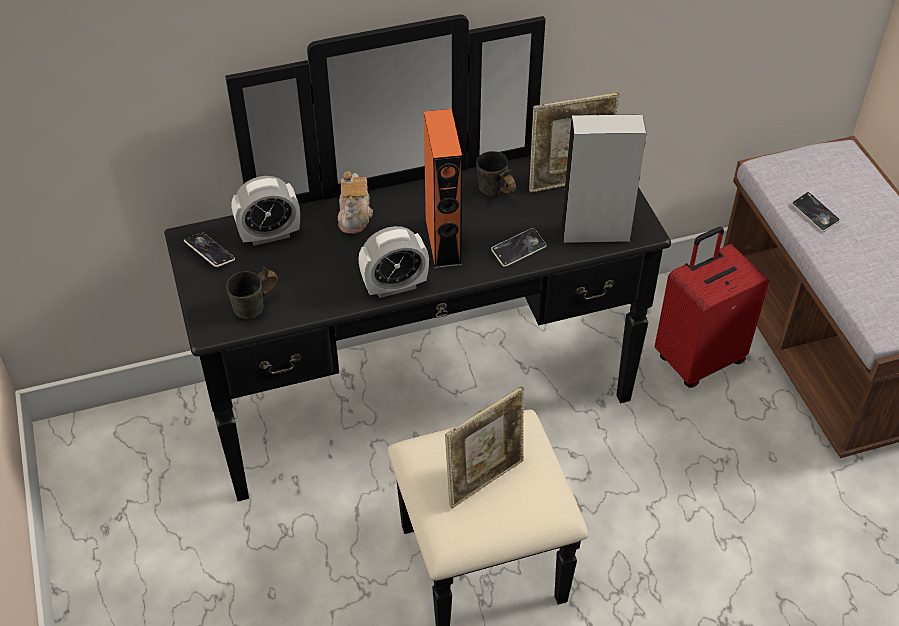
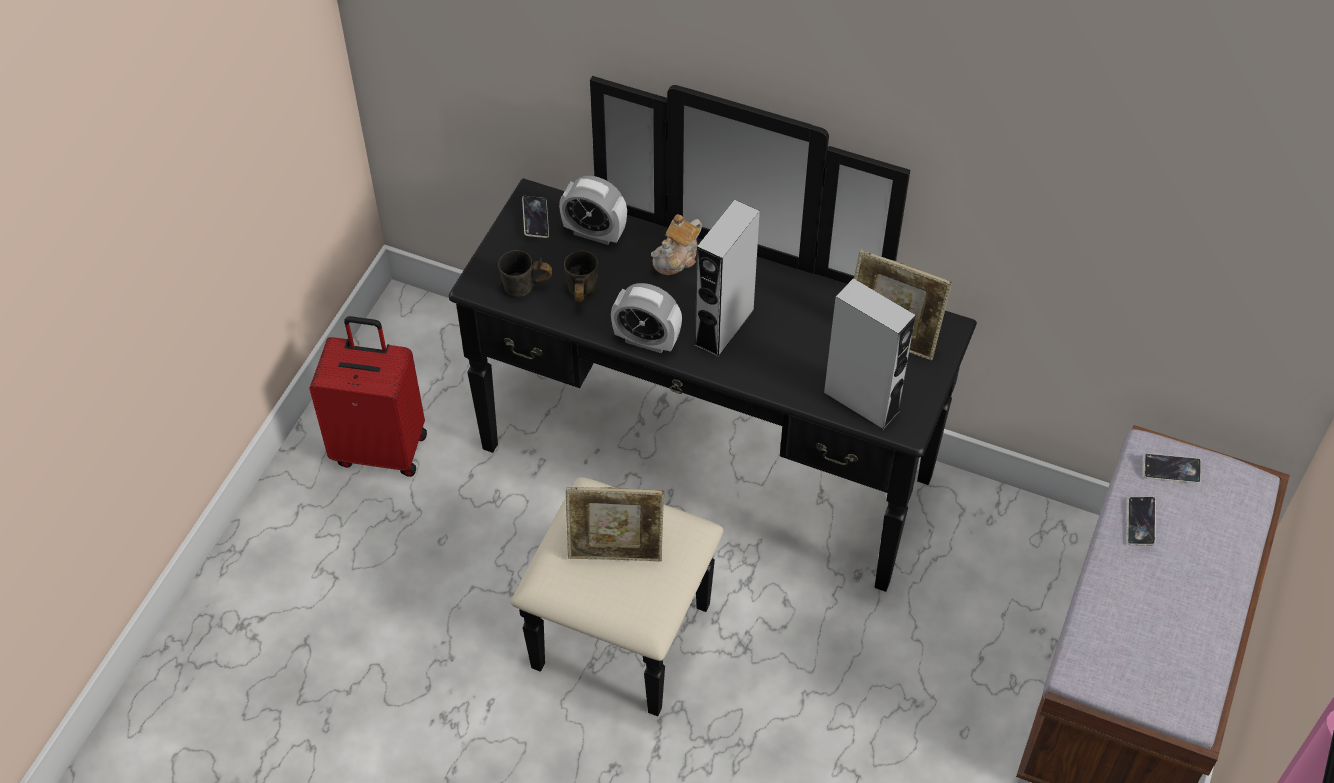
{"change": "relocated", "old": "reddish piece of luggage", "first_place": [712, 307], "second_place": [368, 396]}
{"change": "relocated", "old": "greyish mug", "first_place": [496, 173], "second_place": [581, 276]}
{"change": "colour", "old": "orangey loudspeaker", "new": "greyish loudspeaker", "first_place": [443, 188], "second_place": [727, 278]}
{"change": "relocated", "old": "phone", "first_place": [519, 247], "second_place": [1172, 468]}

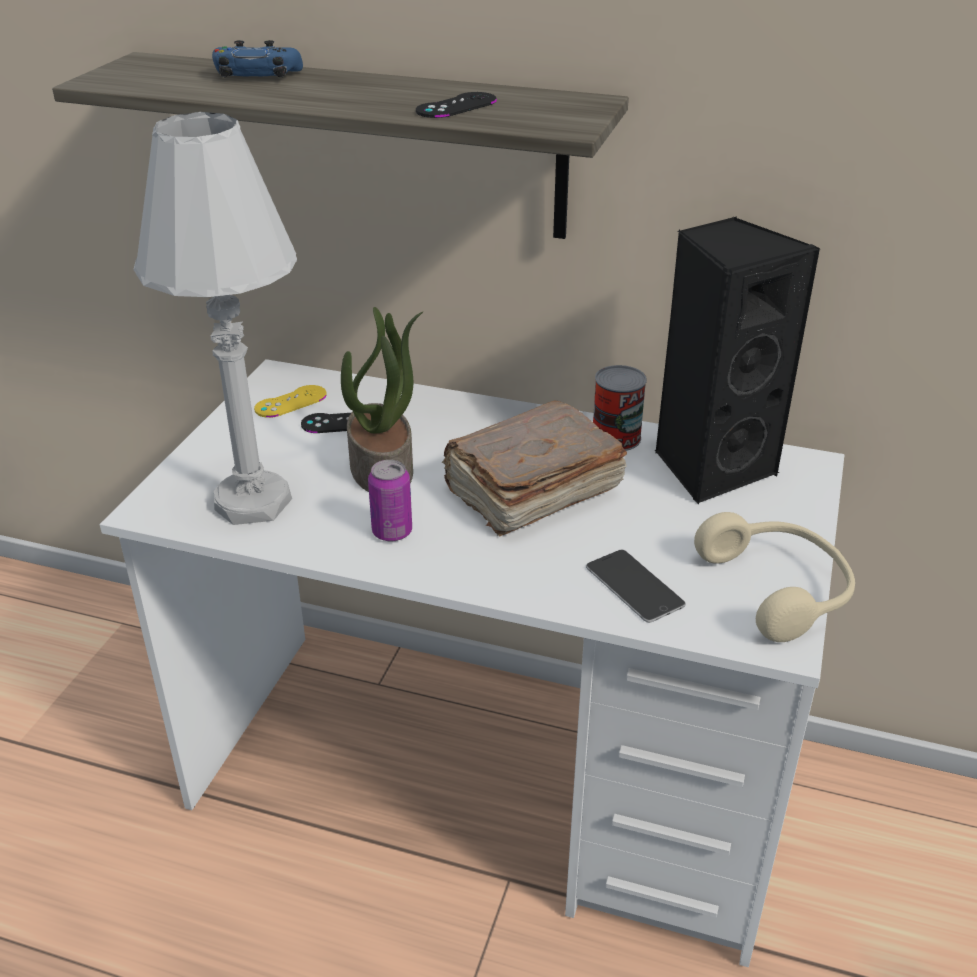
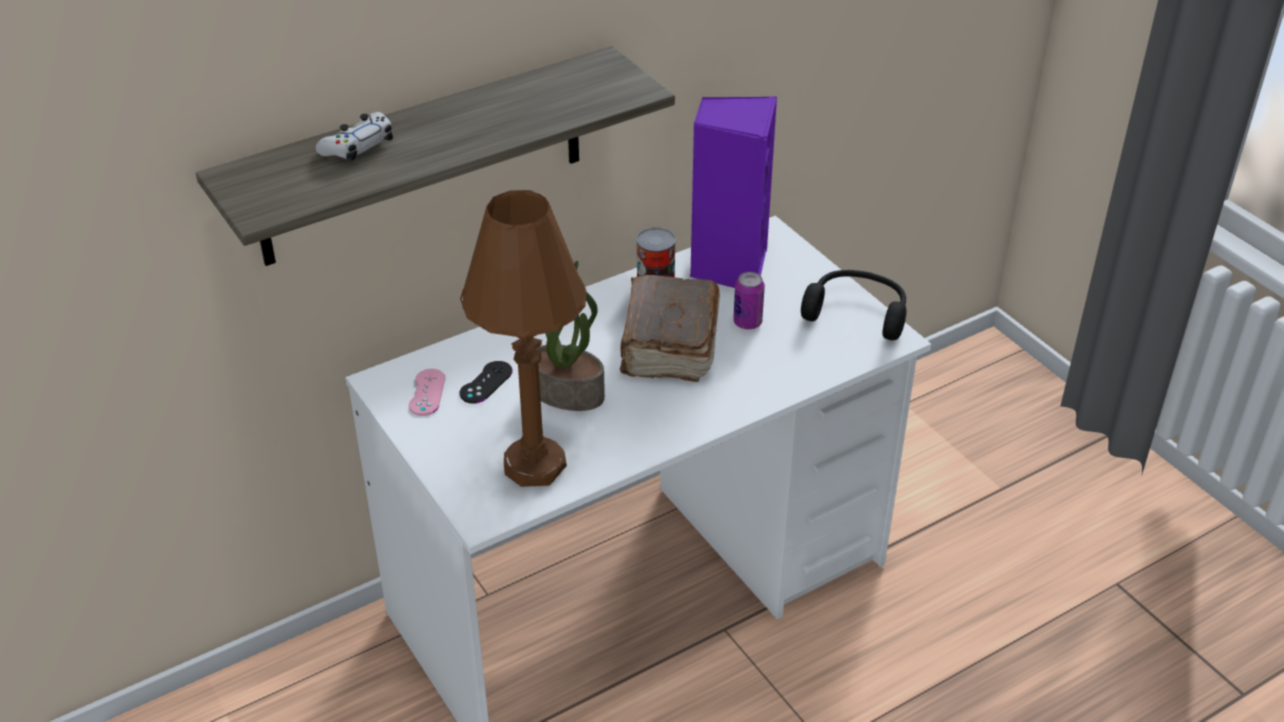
{"change": "colour", "old": "bluish game controller", "new": "white-coloured game controller", "first_place": [257, 59], "second_place": [354, 136]}
{"change": "colour", "old": "yellow-coloured game controller", "new": "pink game controller", "first_place": [290, 401], "second_place": [427, 392]}
{"change": "colour", "old": "white-coloured tabletop lamp", "new": "brownish tabletop lamp", "first_place": [215, 318], "second_place": [523, 338]}
{"change": "colour", "old": "black-coloured loudspeaker", "new": "purple-coloured loudspeaker", "first_place": [737, 360], "second_place": [733, 192]}
{"change": "relocated", "old": "metal can", "first_place": [390, 501], "second_place": [749, 301]}
{"change": "colour", "old": "sand-coloured pair of headphones", "new": "black-coloured pair of headphones", "first_place": [774, 577], "second_place": [853, 305]}
{"change": "missing", "old": "black-coloured game controller", "first_place": [456, 105]}
{"change": "missing", "old": "phone", "first_place": [636, 586]}

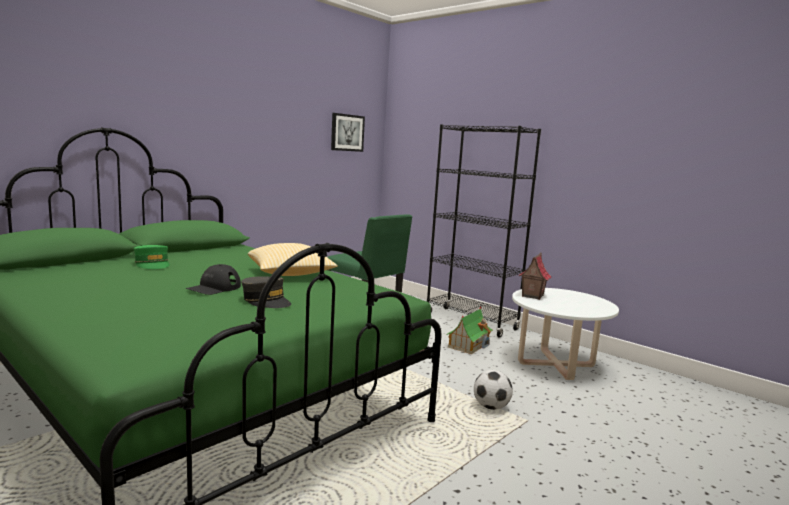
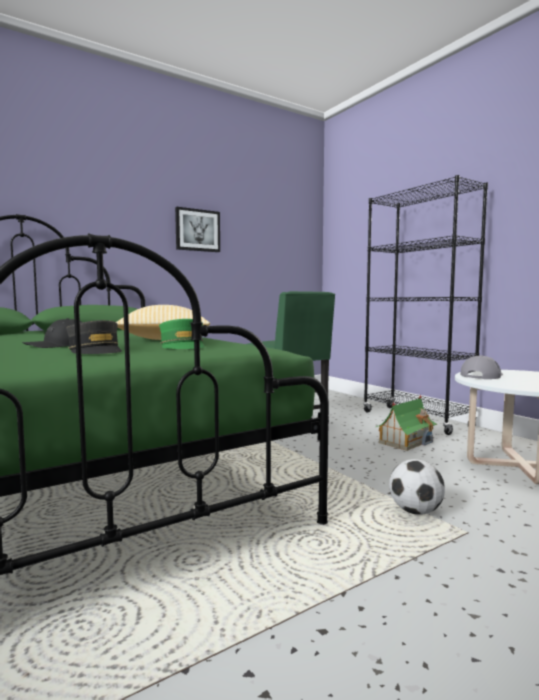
{"change": "relocated", "old": "greenish cap", "first_place": [152, 257], "second_place": [182, 334]}
{"change": "relocated", "old": "picture", "first_place": [348, 132], "second_place": [197, 229]}
{"change": "exchanged", "old": "toy house", "new": "greyish cap", "first_place": [534, 276], "second_place": [482, 367]}

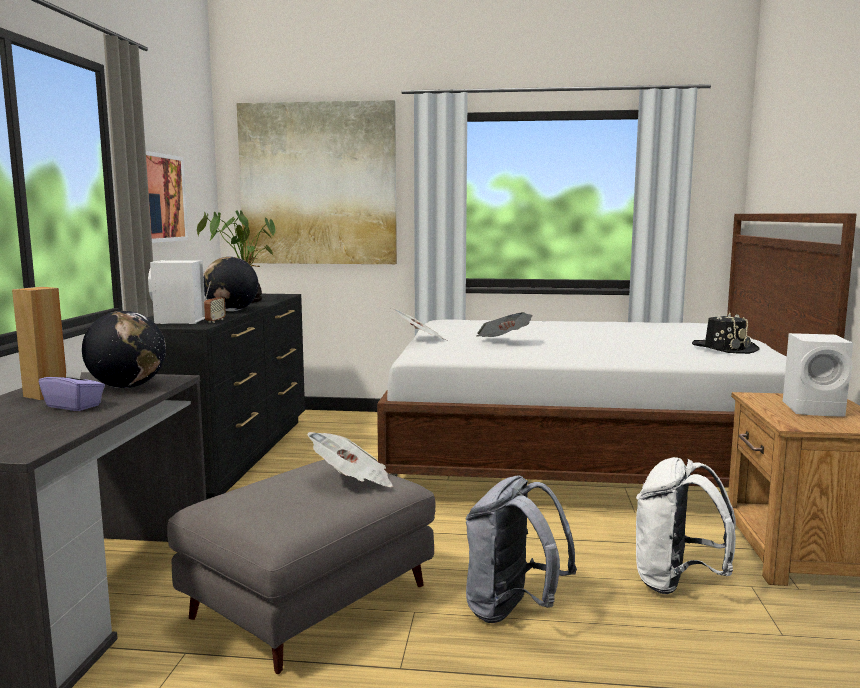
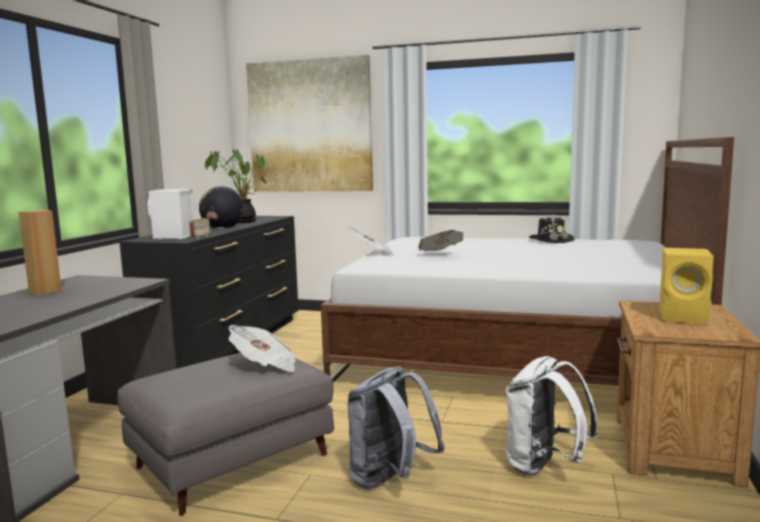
{"change": "relocated", "old": "black-coloured wearable hat", "first_place": [726, 333], "second_place": [552, 228]}
{"change": "colour", "old": "white-coloured loudspeaker", "new": "yellow-coloured loudspeaker", "first_place": [818, 374], "second_place": [686, 286]}
{"change": "missing", "old": "purple-coloured tissue holder", "first_place": [72, 387]}
{"change": "missing", "old": "desk globe", "first_place": [124, 349]}
{"change": "missing", "old": "picture", "first_place": [167, 197]}

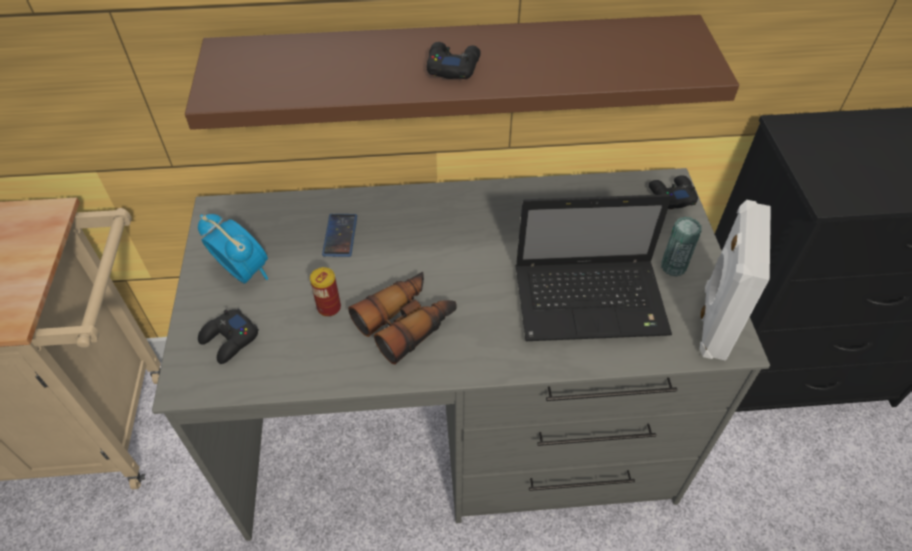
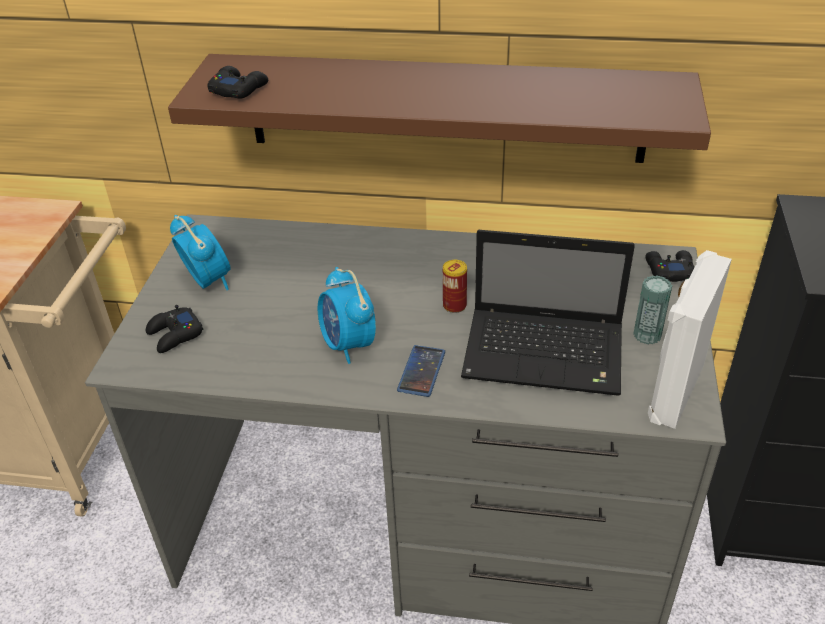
{"change": "relocated", "old": "black-coloured game controller", "first_place": [454, 60], "second_place": [238, 82]}
{"change": "exchanged", "old": "binoculars", "new": "table clock", "first_place": [402, 318], "second_place": [347, 315]}
{"change": "relocated", "old": "phone", "first_place": [339, 235], "second_place": [421, 371]}
{"change": "relocated", "old": "metal can", "first_place": [325, 292], "second_place": [455, 286]}

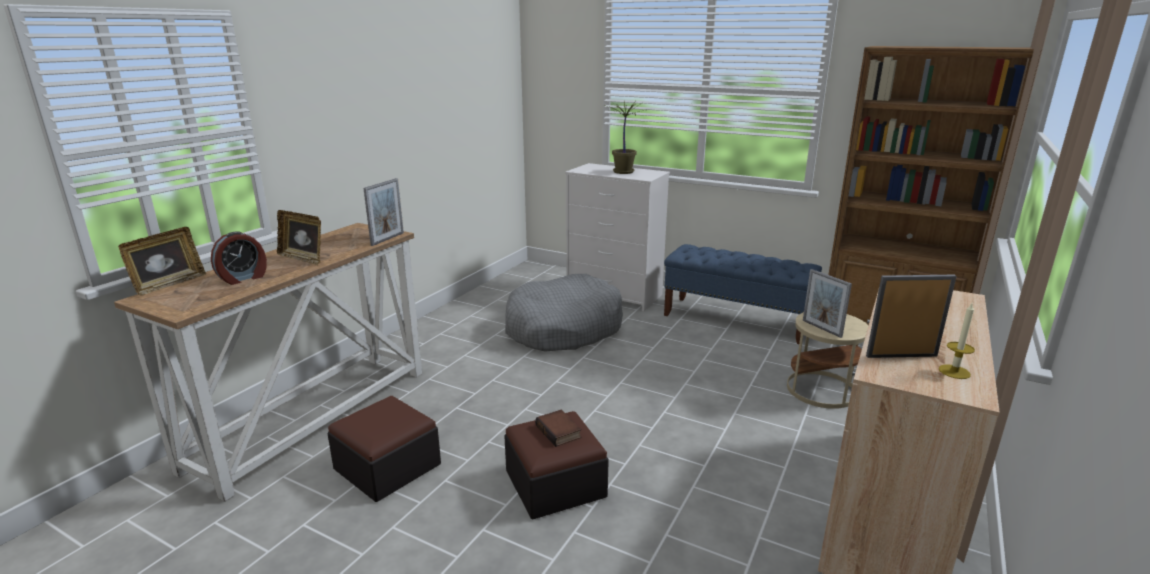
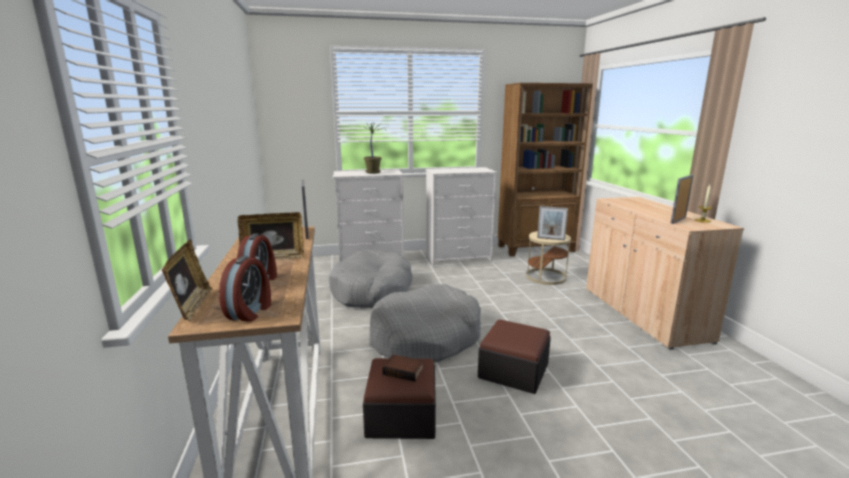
{"change": "appeared", "new": "table clock", "second_place": [245, 289]}
{"change": "appeared", "new": "greyish pet bed", "second_place": [425, 323]}
{"change": "relocated", "old": "volume", "first_place": [558, 428], "second_place": [403, 368]}
{"change": "exchanged", "old": "bluish bench", "new": "white-coloured dresser", "first_place": [743, 294], "second_place": [461, 216]}

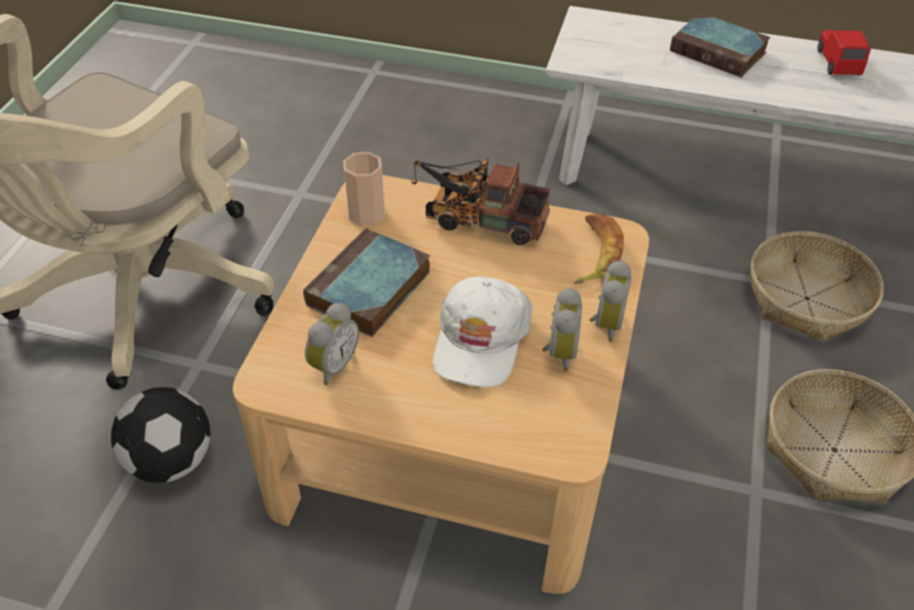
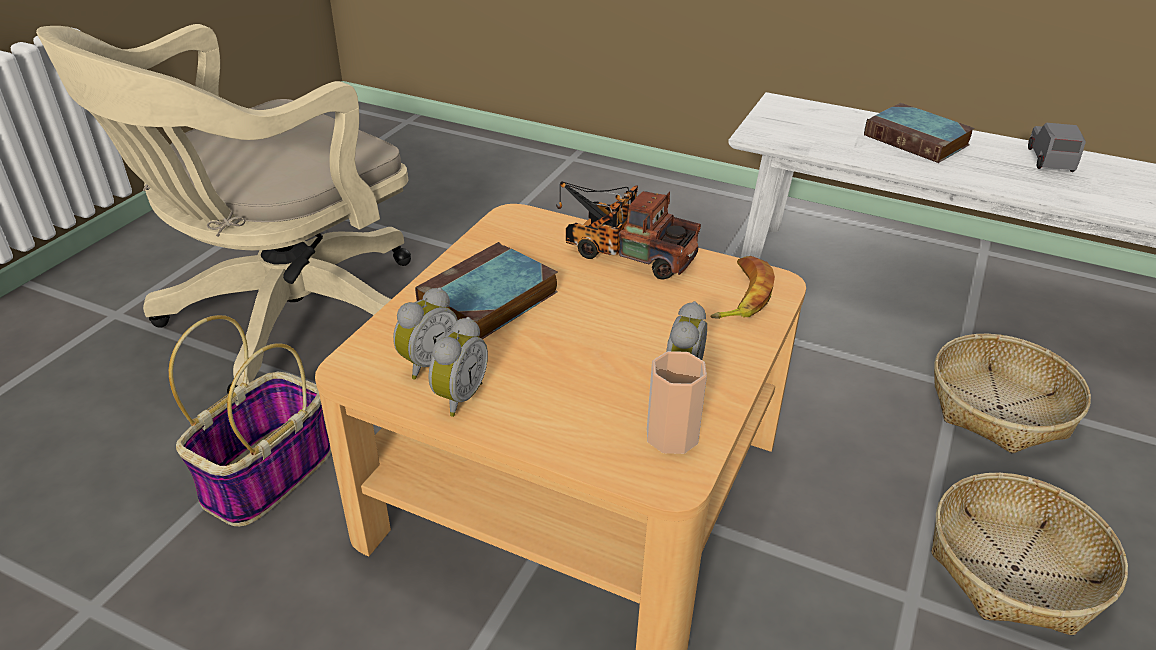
{"change": "exchanged", "old": "football ball", "new": "storage basket", "first_place": [160, 435], "second_place": [250, 420]}
{"change": "relocated", "old": "table clock", "first_place": [610, 301], "second_place": [458, 367]}
{"change": "relocated", "old": "small cup", "first_place": [364, 189], "second_place": [677, 402]}
{"change": "colour", "old": "reddish miniature car", "new": "greyish miniature car", "first_place": [844, 52], "second_place": [1057, 147]}
{"change": "missing", "old": "white-coloured cap", "first_place": [482, 332]}

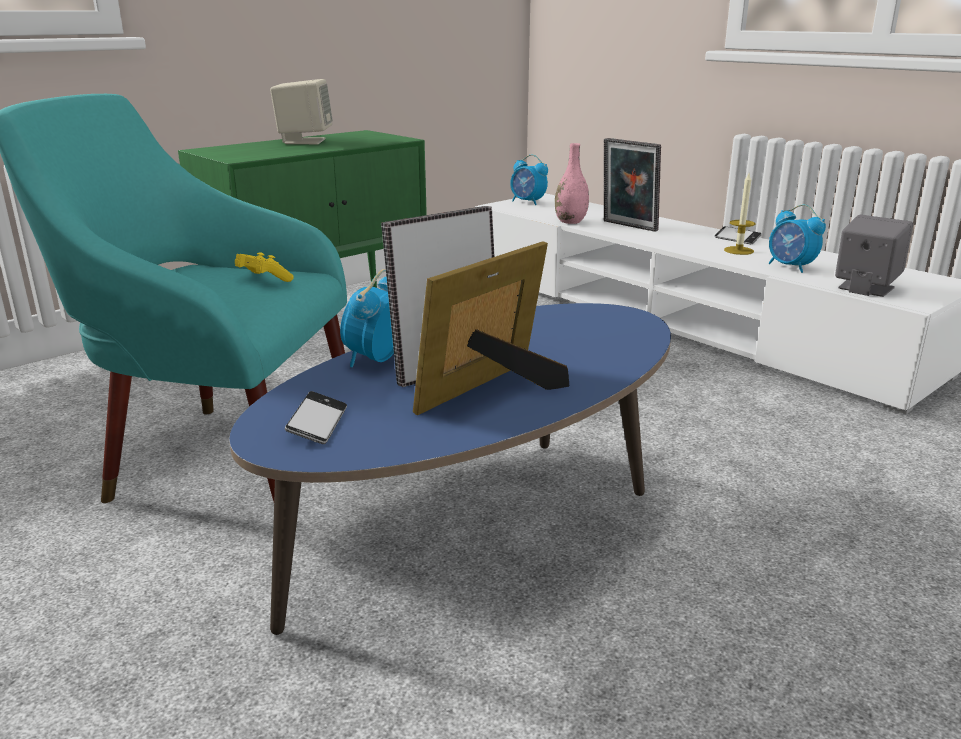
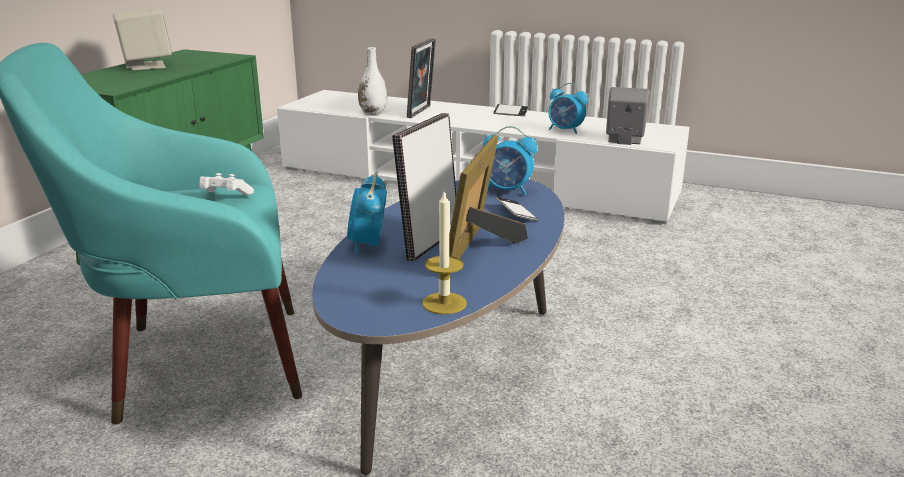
{"change": "colour", "old": "yellow-coloured game controller", "new": "white-coloured game controller", "first_place": [264, 267], "second_place": [226, 184]}
{"change": "colour", "old": "pink flower vase", "new": "white-coloured flower vase", "first_place": [572, 183], "second_place": [372, 81]}
{"change": "spun", "old": "standing frame", "first_place": [632, 185], "second_place": [421, 78], "degrees": -90}
{"change": "relocated", "old": "wax candle", "first_place": [739, 214], "second_place": [444, 253]}
{"change": "relocated", "old": "table clock", "first_place": [529, 179], "second_place": [510, 160]}
{"change": "relocated", "old": "phone", "first_place": [316, 417], "second_place": [517, 209]}

